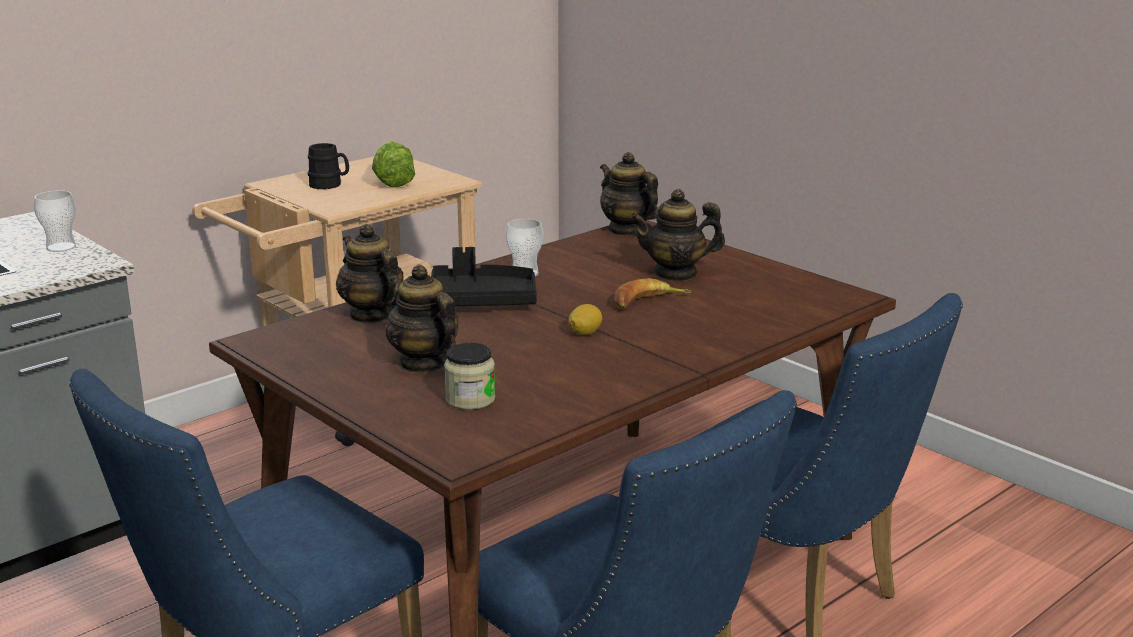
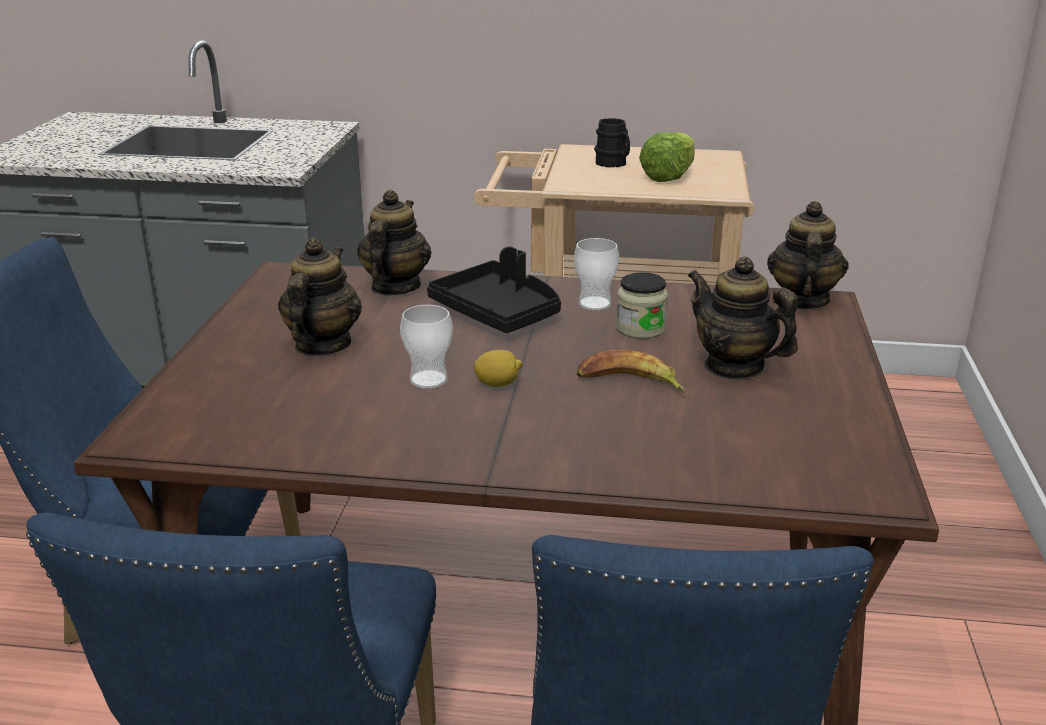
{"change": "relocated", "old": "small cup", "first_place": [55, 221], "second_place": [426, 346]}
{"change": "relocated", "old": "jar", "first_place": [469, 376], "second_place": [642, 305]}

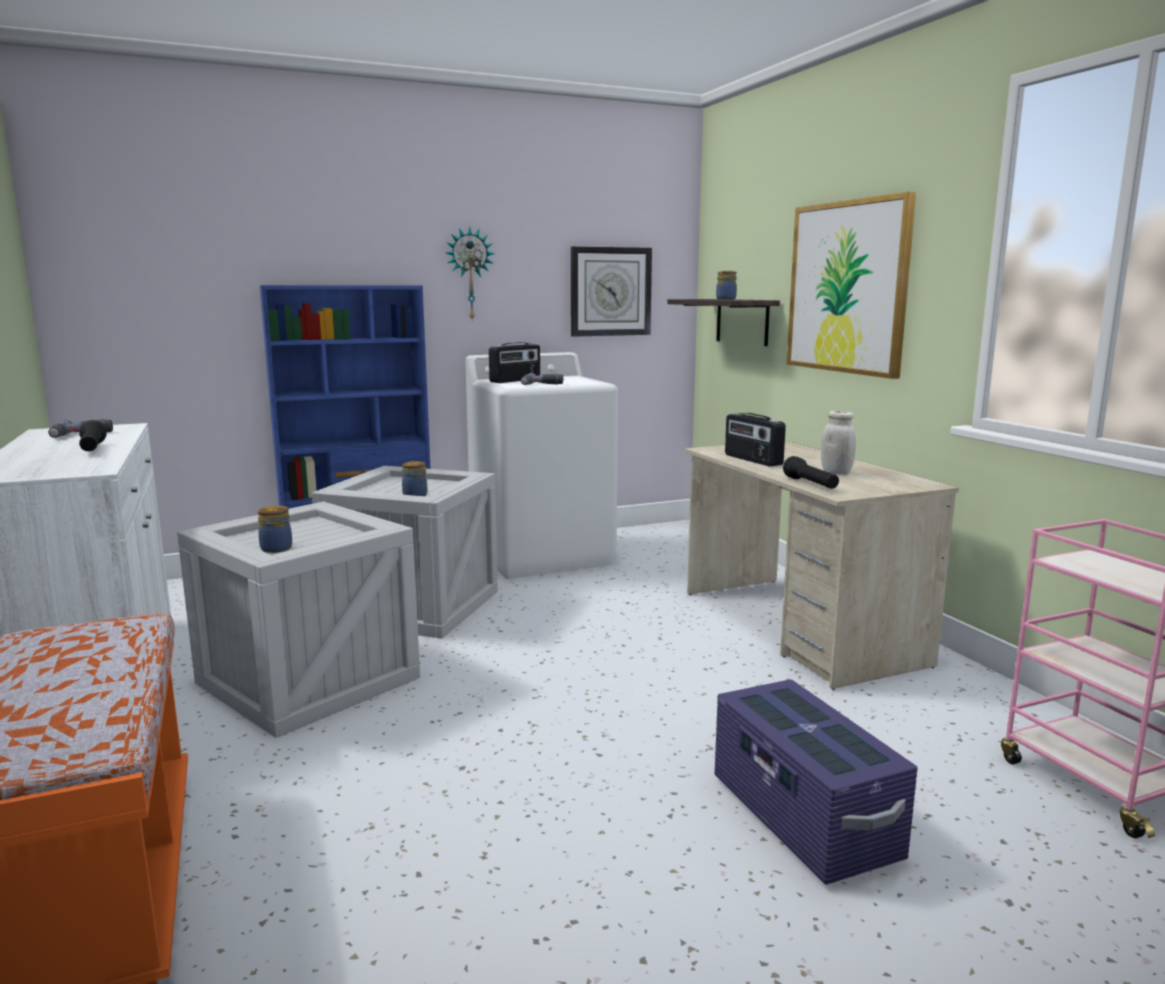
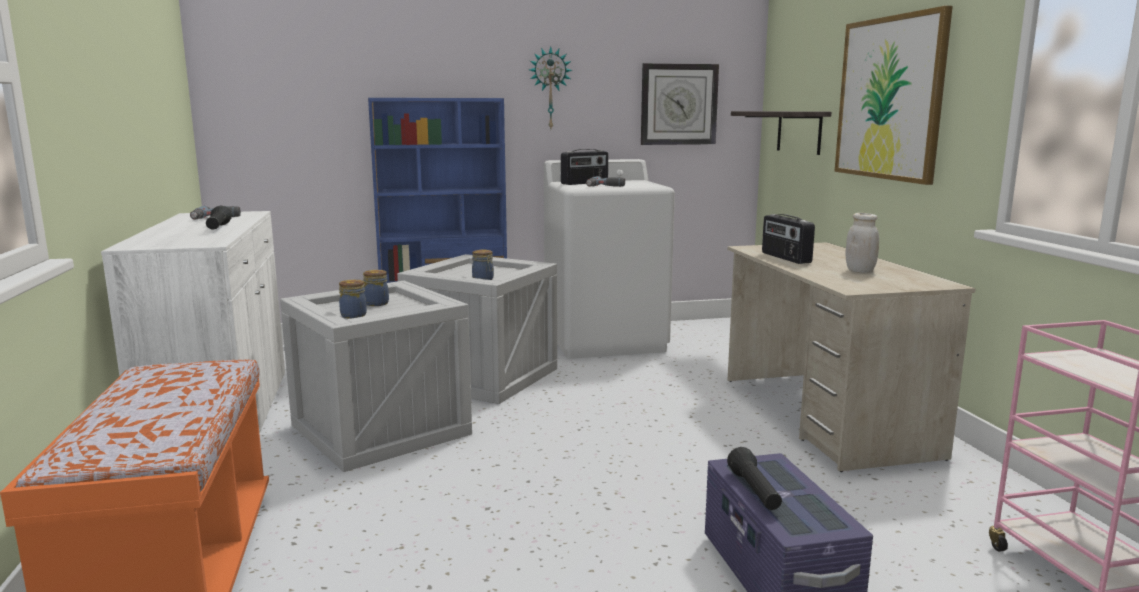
{"change": "relocated", "old": "jar", "first_place": [726, 285], "second_place": [376, 288]}
{"change": "relocated", "old": "black-coloured torch", "first_place": [811, 472], "second_place": [754, 478]}

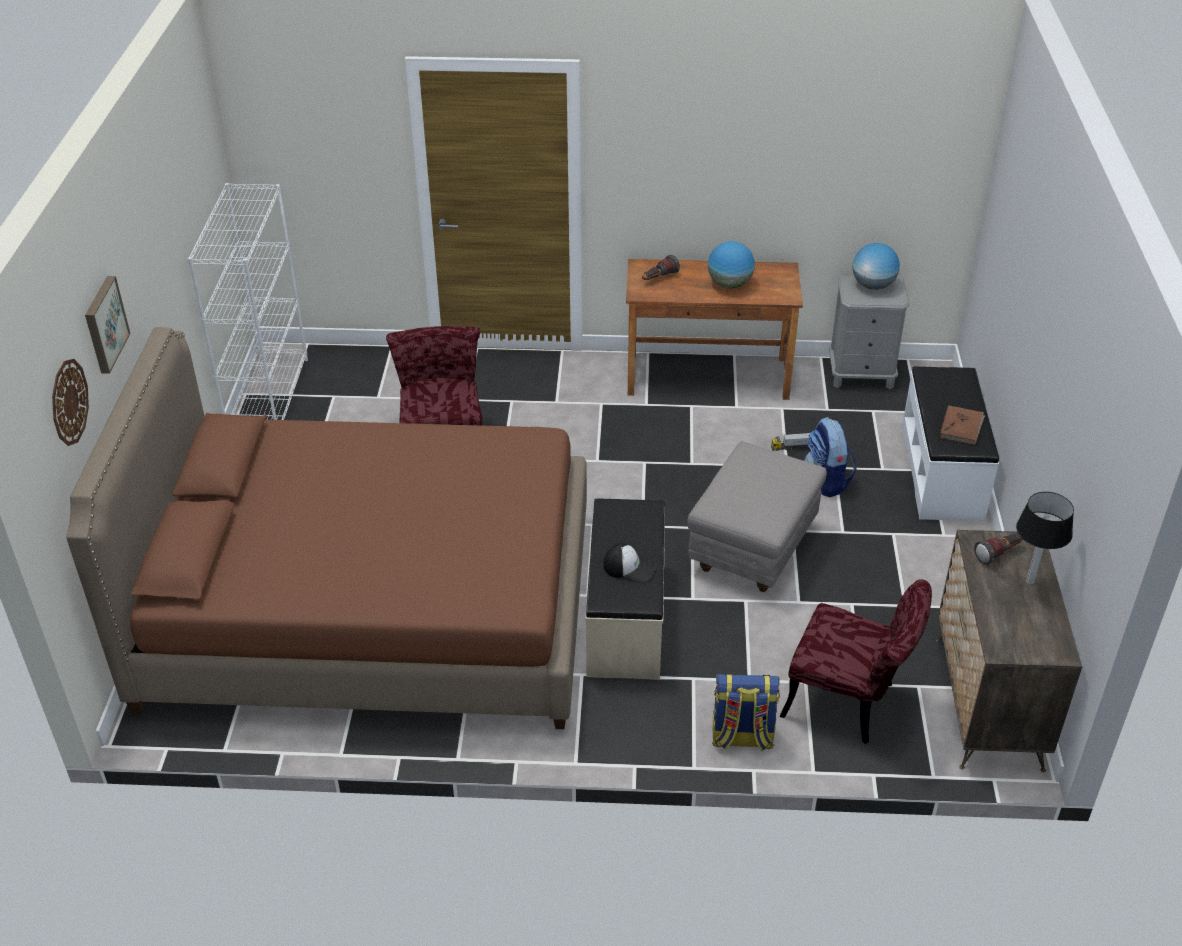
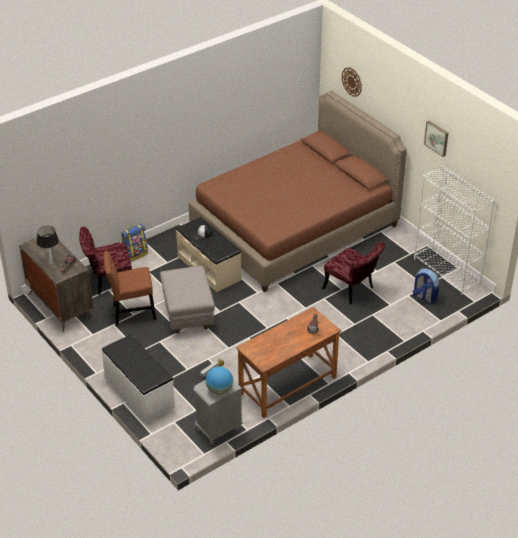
{"change": "appeared", "new": "brownish chair", "second_place": [130, 288]}
{"change": "relocated", "old": "knapsack", "first_place": [830, 457], "second_place": [426, 286]}
{"change": "relocated", "old": "picture", "first_place": [108, 325], "second_place": [436, 138]}
{"change": "missing", "old": "desk globe", "first_place": [731, 265]}
{"change": "missing", "old": "brownish volume", "first_place": [962, 425]}

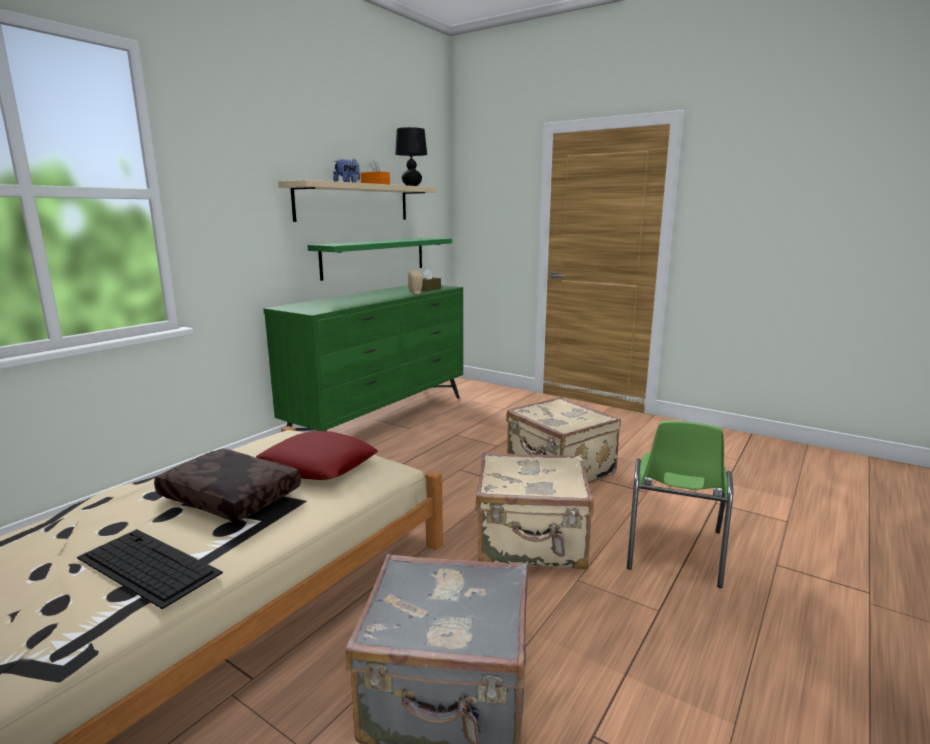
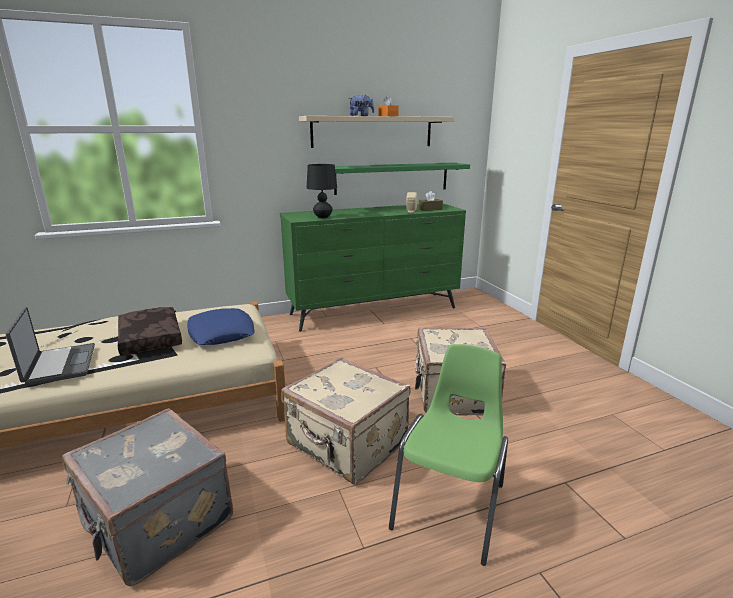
{"change": "exchanged", "old": "PC keyboard", "new": "portable computer", "first_place": [150, 569], "second_place": [50, 346]}
{"change": "colour", "old": "reddish throw pillow", "new": "bluish throw pillow", "first_place": [317, 455], "second_place": [221, 326]}
{"change": "relocated", "old": "black-coloured tabletop lamp", "first_place": [411, 156], "second_place": [322, 191]}
{"change": "spun", "old": "greenish chair", "first_place": [680, 504], "second_place": [448, 455], "degrees": 150}

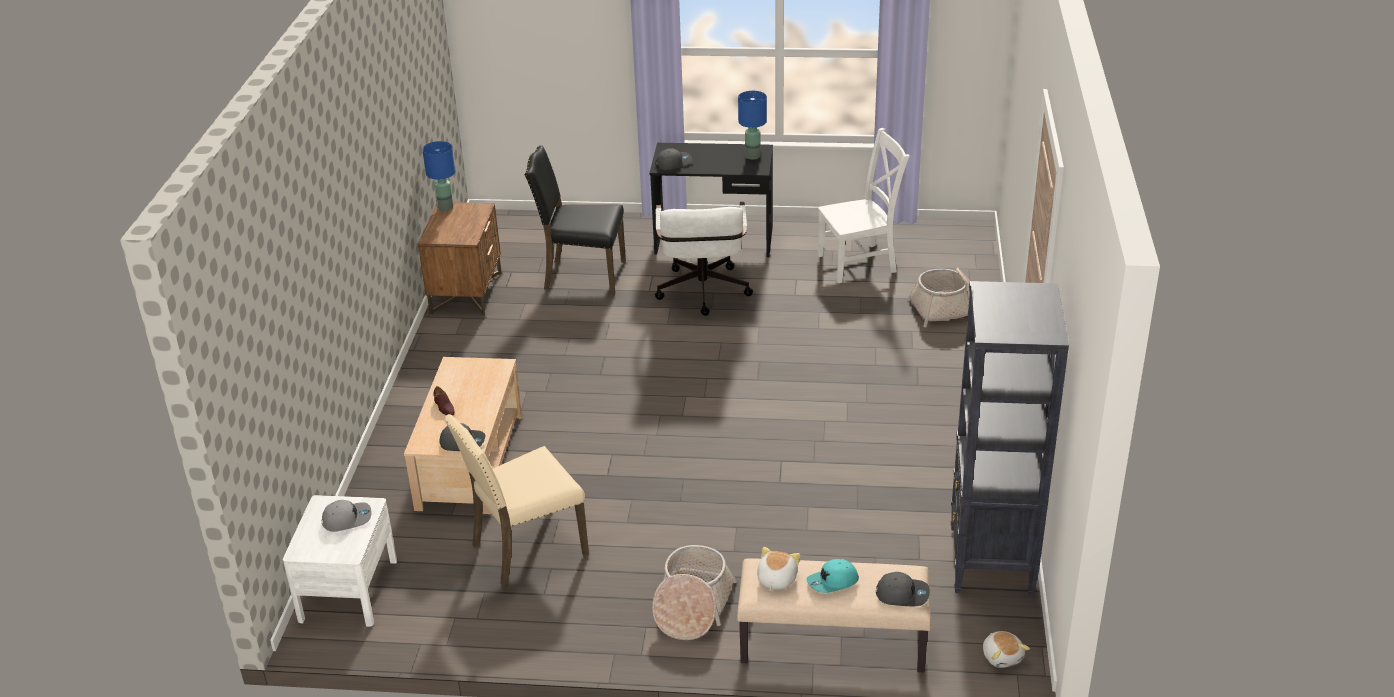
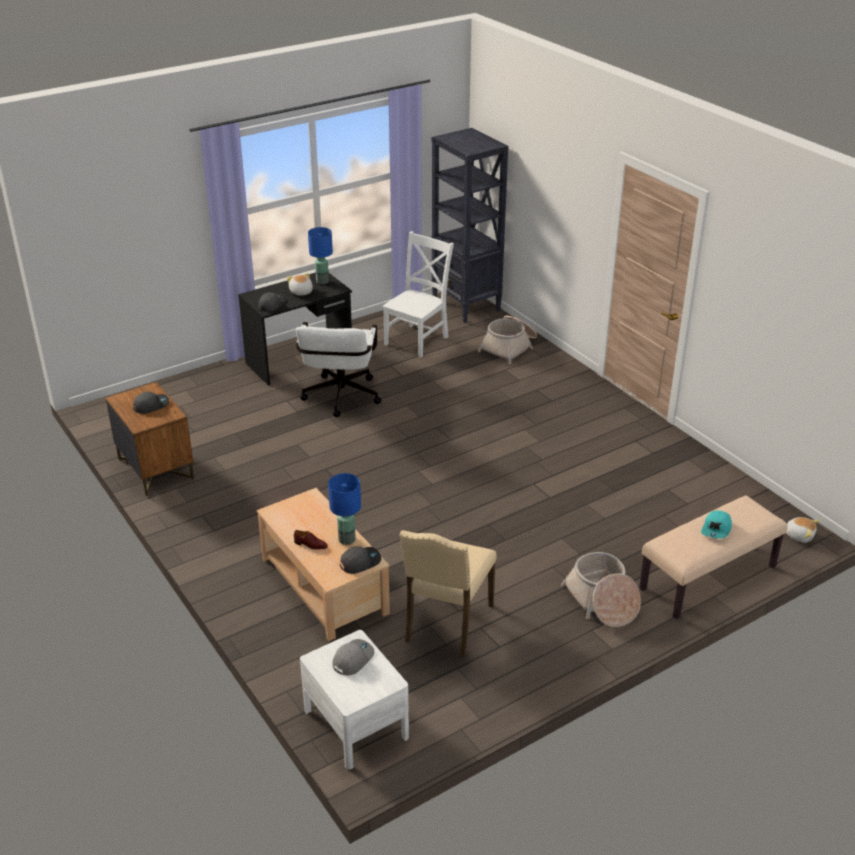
{"change": "relocated", "old": "greyish cap", "first_place": [903, 589], "second_place": [151, 403]}
{"change": "relocated", "old": "soft toy", "first_place": [778, 569], "second_place": [300, 284]}
{"change": "spun", "old": "white-coloured office chair", "first_place": [704, 259], "second_place": [338, 369], "degrees": 45}
{"change": "relocated", "old": "bluish tabletop lamp", "first_place": [438, 176], "second_place": [344, 509]}
{"change": "relocated", "old": "black-coloured shelving unit", "first_place": [1010, 439], "second_place": [469, 225]}
{"change": "missing", "old": "black-coloured chair", "first_place": [575, 220]}

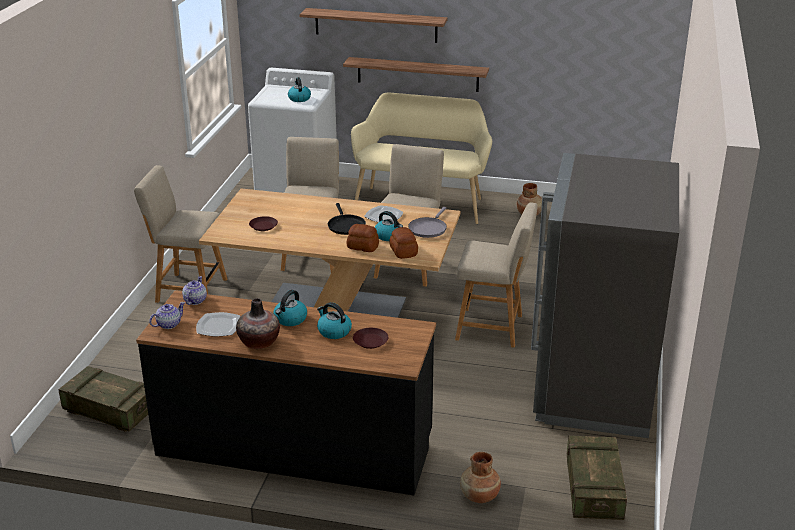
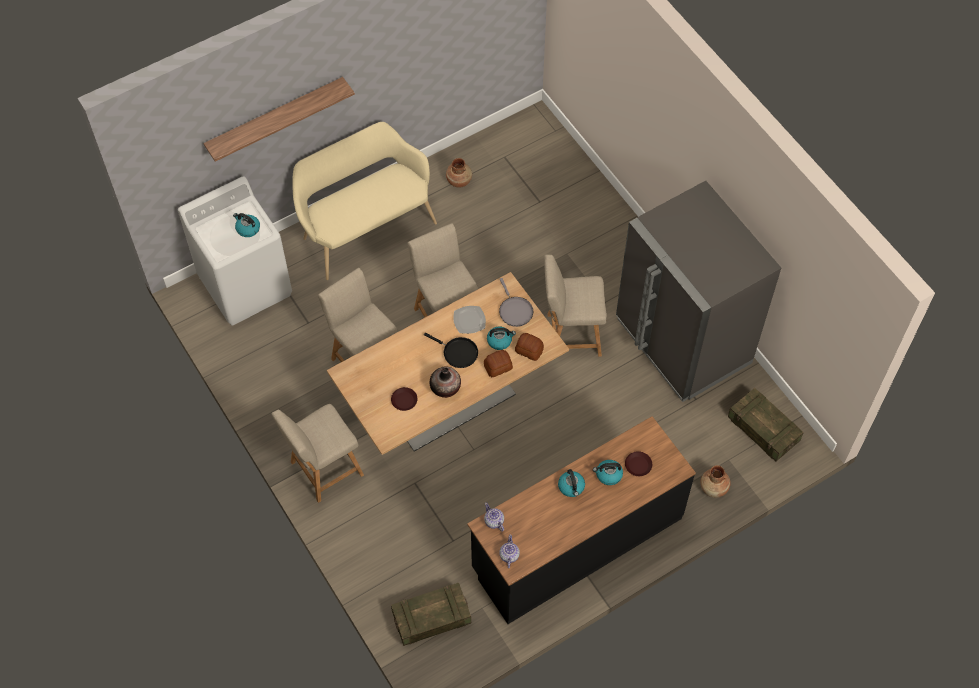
{"change": "relocated", "old": "flower vase", "first_place": [258, 323], "second_place": [445, 382]}
{"change": "spun", "old": "sand-coloured chair", "first_place": [496, 275], "second_place": [575, 305], "degrees": -150}
{"change": "missing", "old": "dinner plate", "first_place": [218, 324]}
{"change": "missing", "old": "bracket shelf", "first_place": [416, 74]}

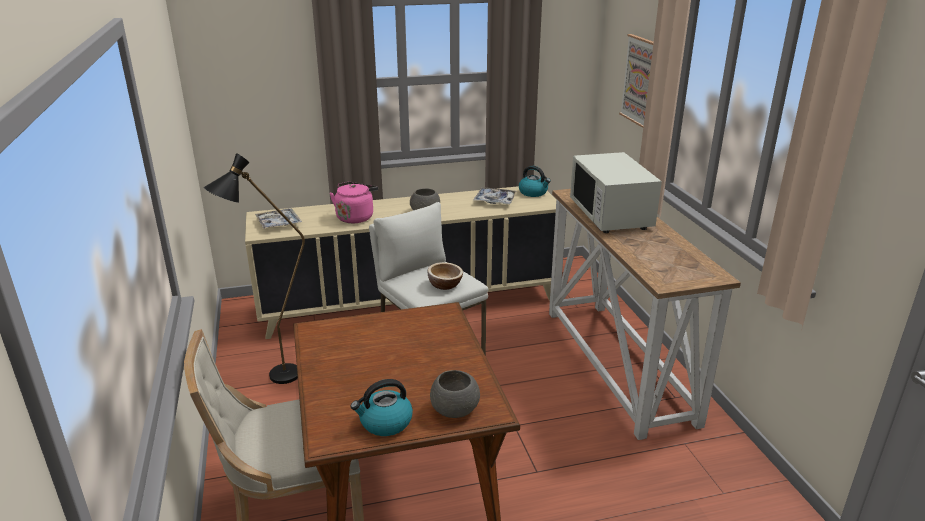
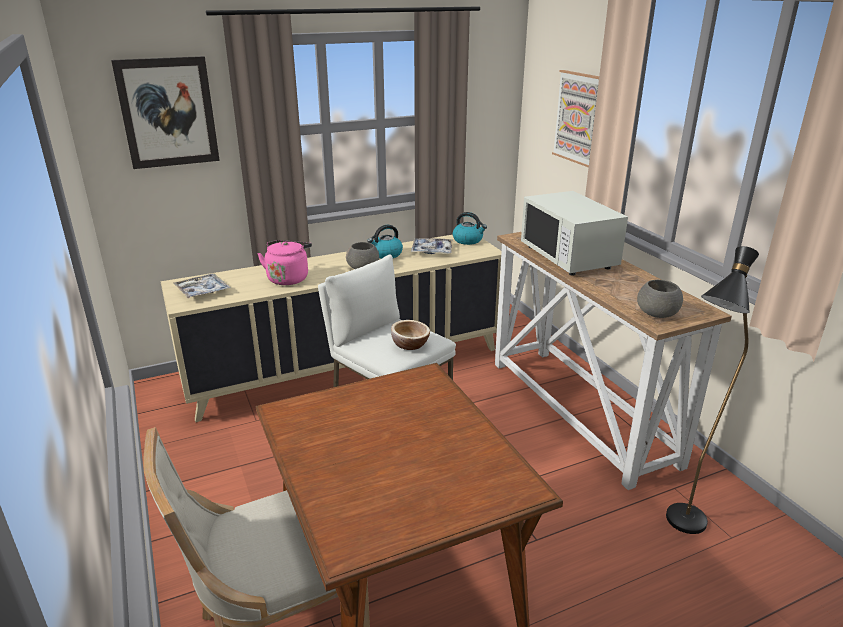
{"change": "appeared", "new": "picture", "second_place": [165, 112]}
{"change": "relocated", "old": "water kettle", "first_place": [382, 407], "second_place": [385, 242]}
{"change": "relocated", "old": "greyish serving bowl", "first_place": [455, 394], "second_place": [660, 299]}
{"change": "relocated", "old": "black-coloured standing lamp", "first_place": [254, 268], "second_place": [712, 390]}

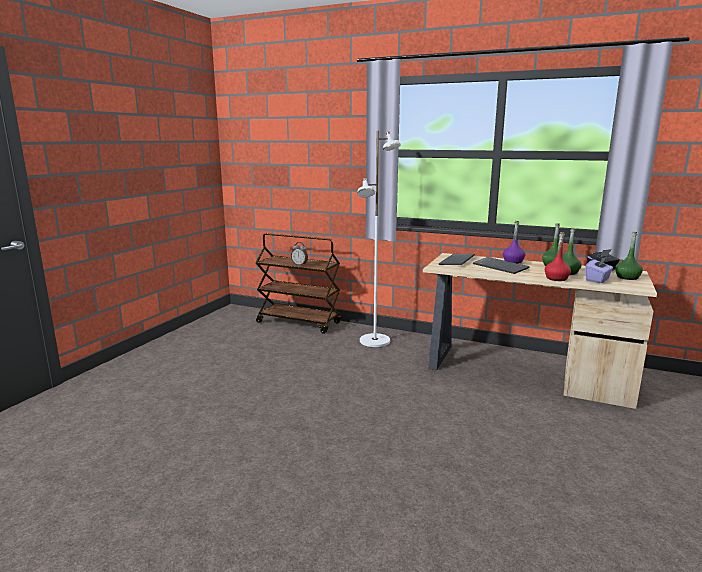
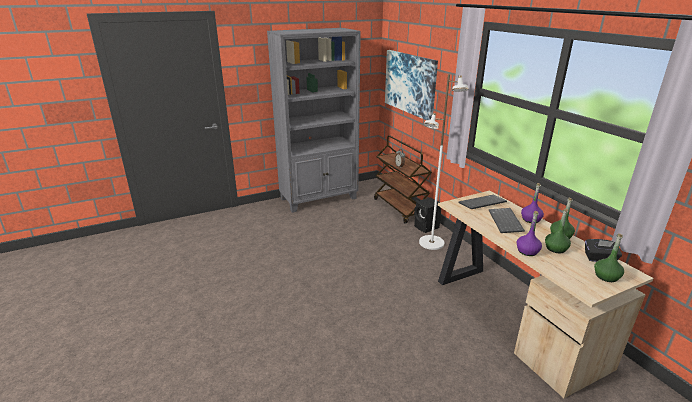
{"change": "appeared", "new": "greyish shelving unit", "second_place": [314, 120]}
{"change": "appeared", "new": "picture", "second_place": [411, 85]}
{"change": "appeared", "new": "black-coloured loudspeaker", "second_place": [428, 215]}
{"change": "colour", "old": "reddish bottle", "new": "purple-coloured bottle", "first_place": [558, 256], "second_place": [529, 233]}
{"change": "missing", "old": "purple-coloured tissue holder", "first_place": [599, 270]}

